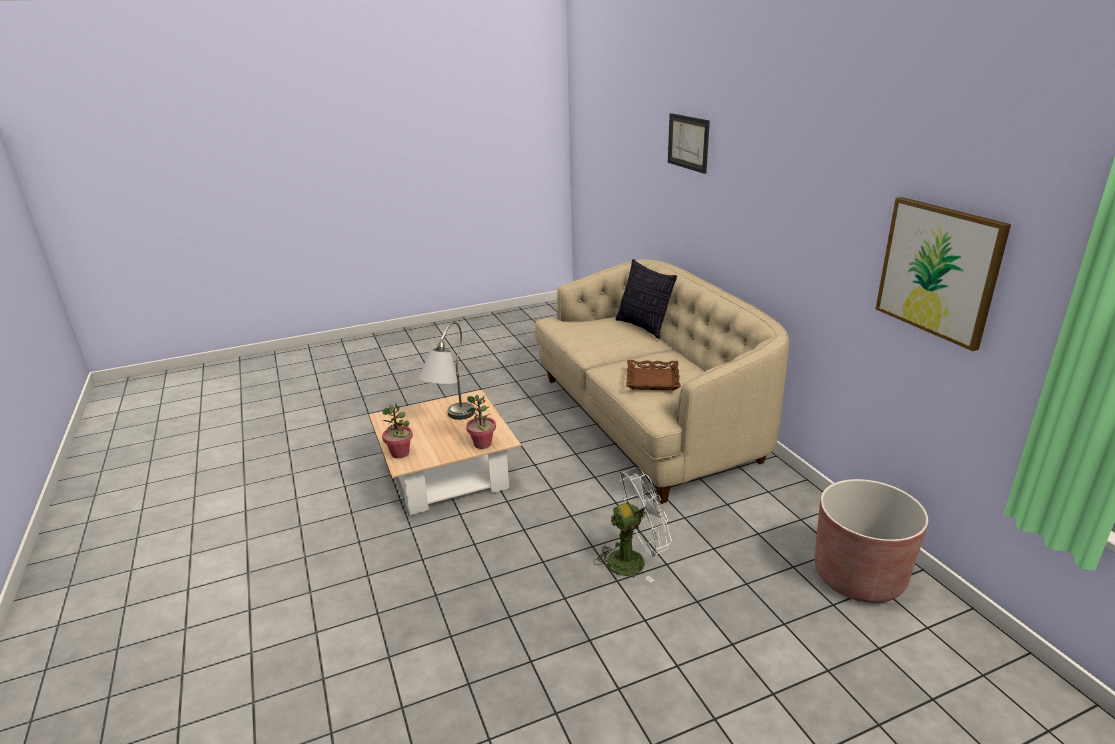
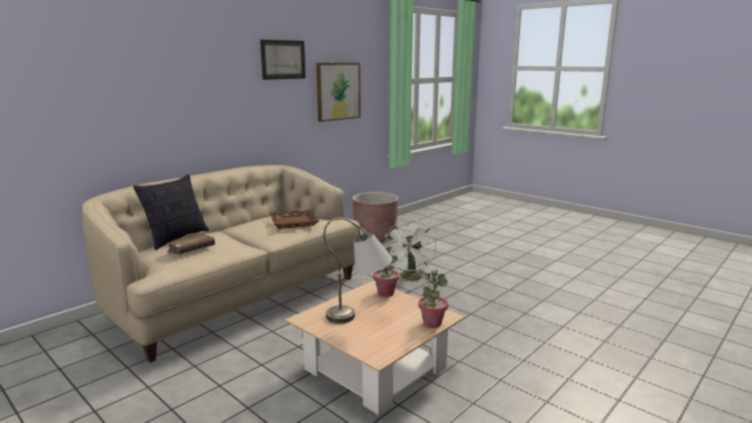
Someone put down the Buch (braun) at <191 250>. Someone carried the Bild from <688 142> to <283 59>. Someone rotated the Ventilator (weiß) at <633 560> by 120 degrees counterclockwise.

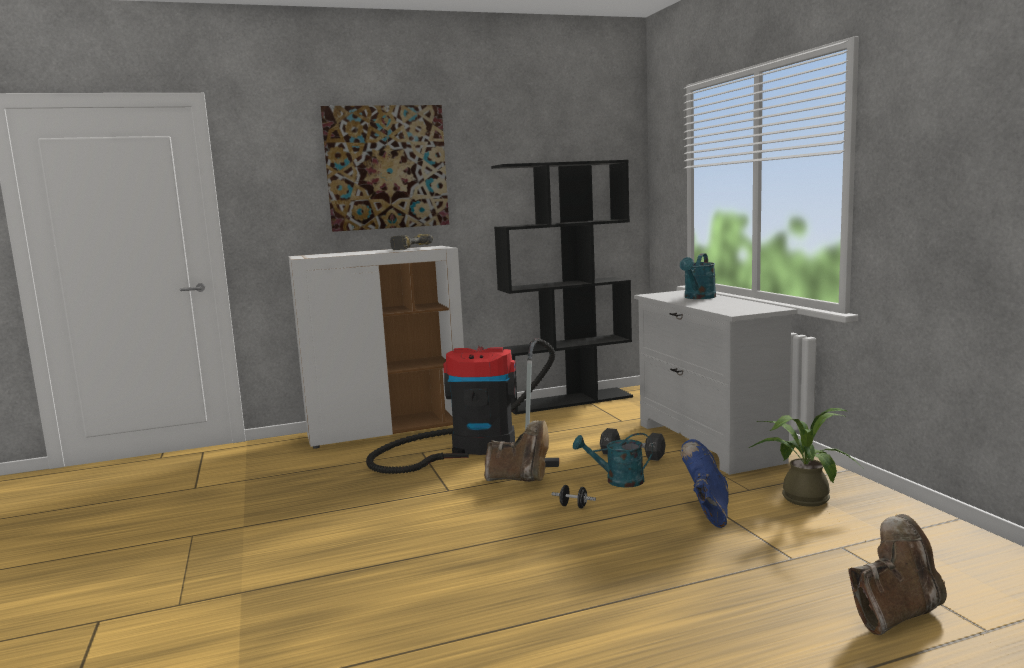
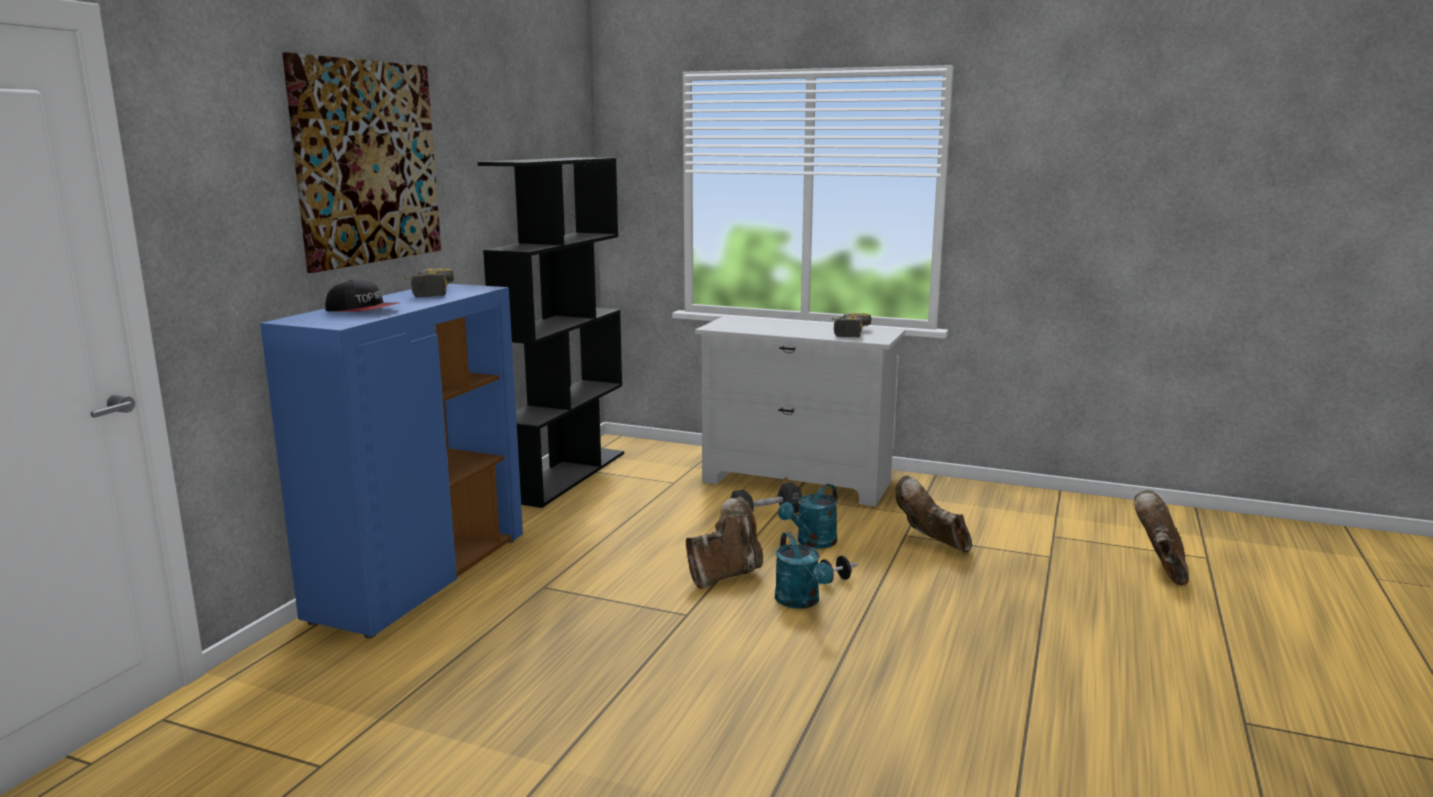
Someone repainted the Schrank (weiß) at <388 430>, which became the Schrank (blau) at <421 577>. Someone put down the Kappe at <363 310>. Someone carried the Gießkanne (türkis) from <698 298> to <801 602>. Someone put down the Bohrmaschine at <846 332>. Someone repainted the Stiefel (blau) at <708 511>, which became the Stiefel (braun) at <931 543>. Someone took away the Staubsauger at <475 448>. Someone took away the Topfpflanze at <801 496>.

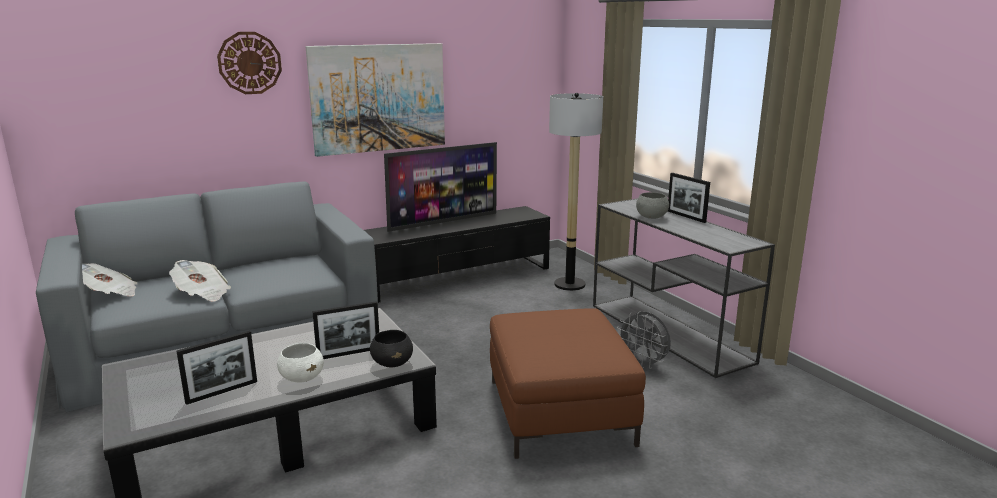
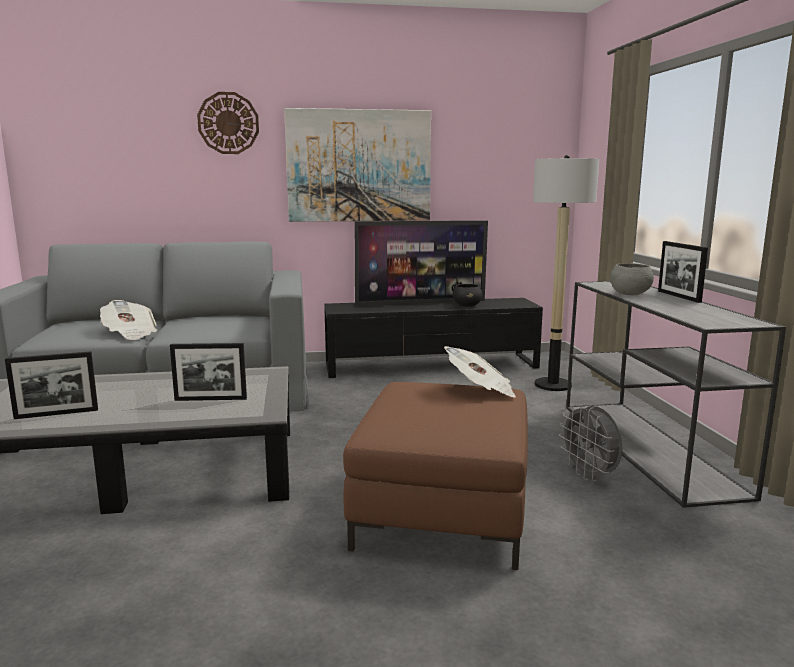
Someone carried the Zeitung from <110 293> to <480 390>. Someone carried the Schüssel (schwarz) from <392 363> to <467 306>. Someone took away the Schüssel (weiß) at <302 378>.

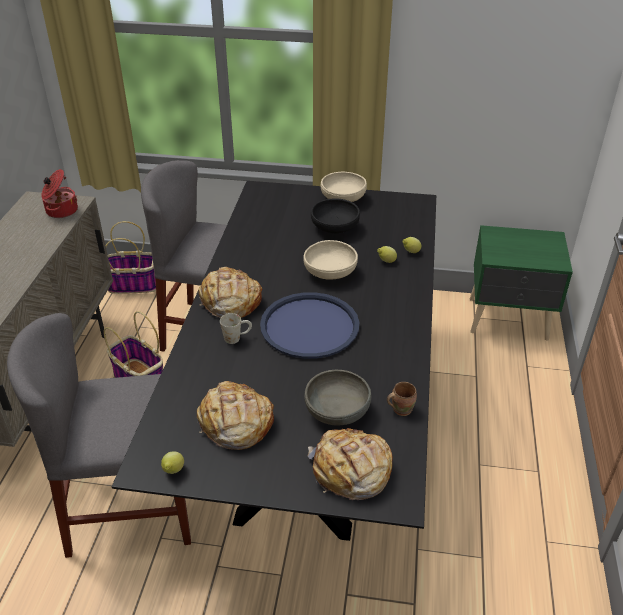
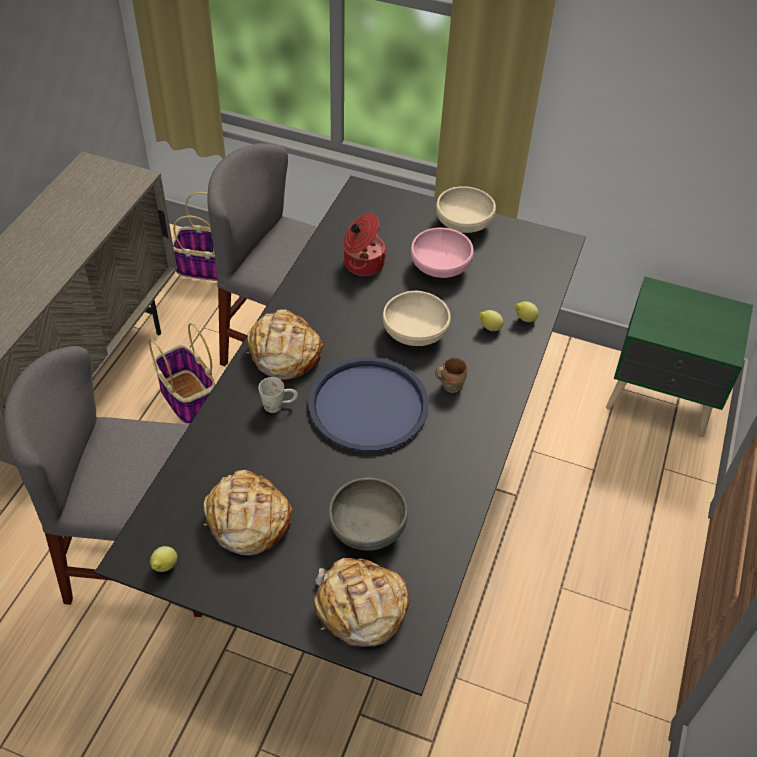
Someone carried the Kochtopf from <61 211> to <362 263>. Someone repainted the Schüssel (schwarz) at <335 228>, which became the Schüssel (rosa) at <440 266>. Someone carried the Henkelbecher (braun) from <400 408> to <450 384>.

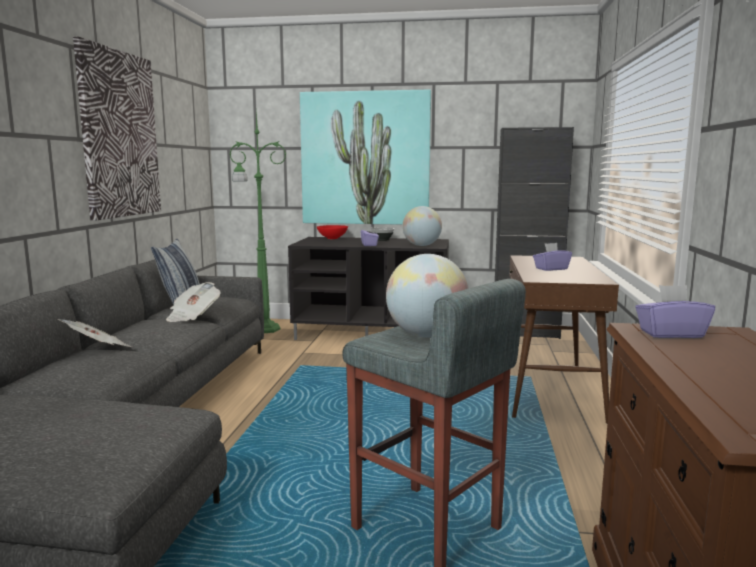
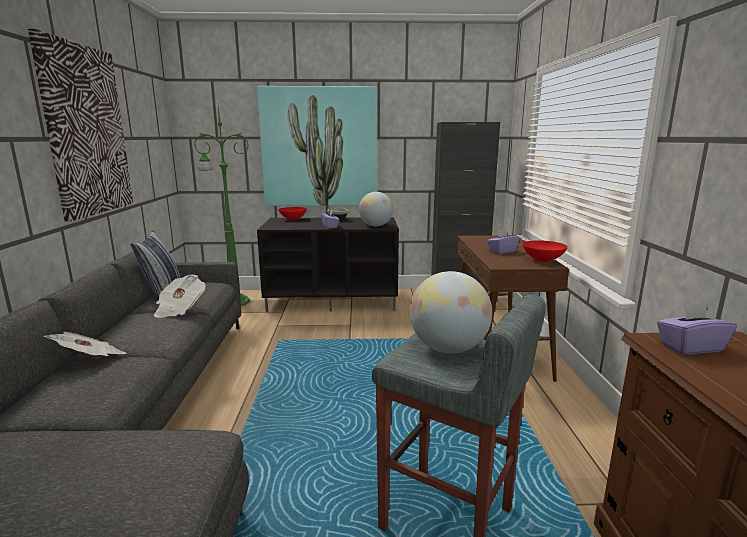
Someone put down the Schüssel (rot) at <543 260>.

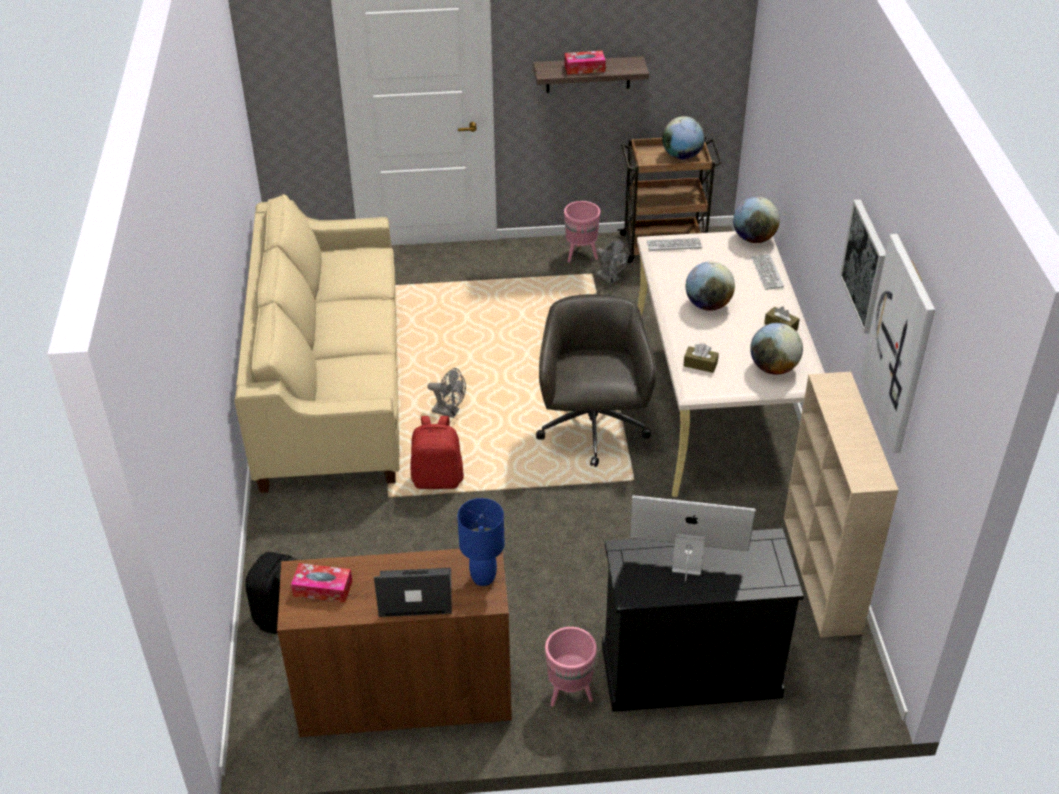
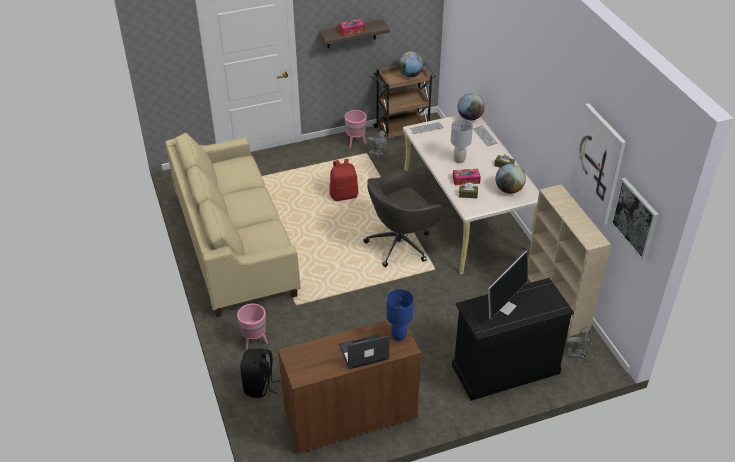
Someone carried the Pflanzkübel (rosa) from <569 693> to <254 342>. Someone carried the Rucksack (rot) from <438 478> to <344 195>. Someone rotated the Bürostuhl (grau) at <592 429> by 105 degrees counterclockwise. Someone swapped the Globus at <708 305> for the Tischlampe (grau) at <459 160>. Someone carried the Taschentuchbox from <322 588> to <466 180>. Someone rotated the Monitor at <685 562> by 135 degrees clockwise. Someone carried the Ventilator (grau) from <449 412> to <579 354>. Someone carried the Bild from <865 266> to <635 218>.

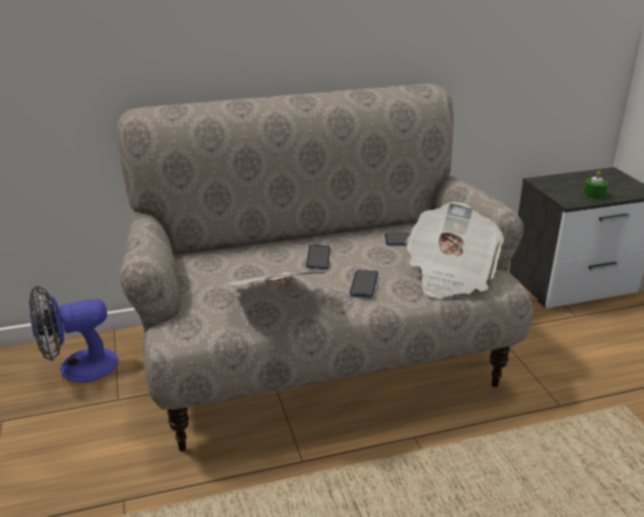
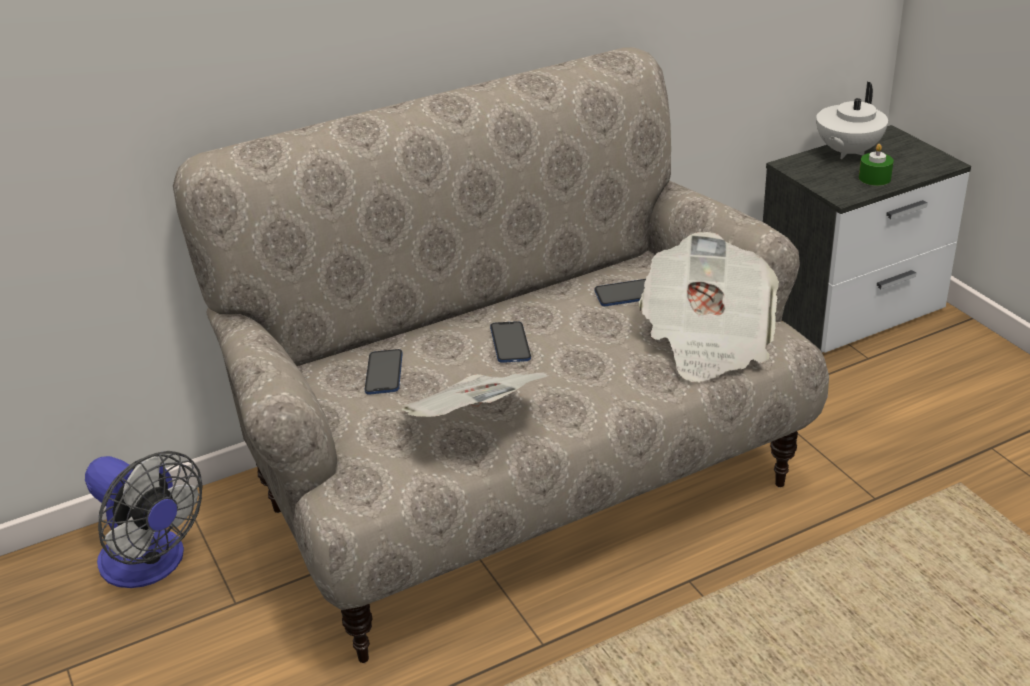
Someone rotated the Ventilator at <78 368> by 105 degrees counterclockwise. Someone carried the Handy from <364 285> to <384 373>. Someone put down the Teekanne (weiß) at <847 152>.

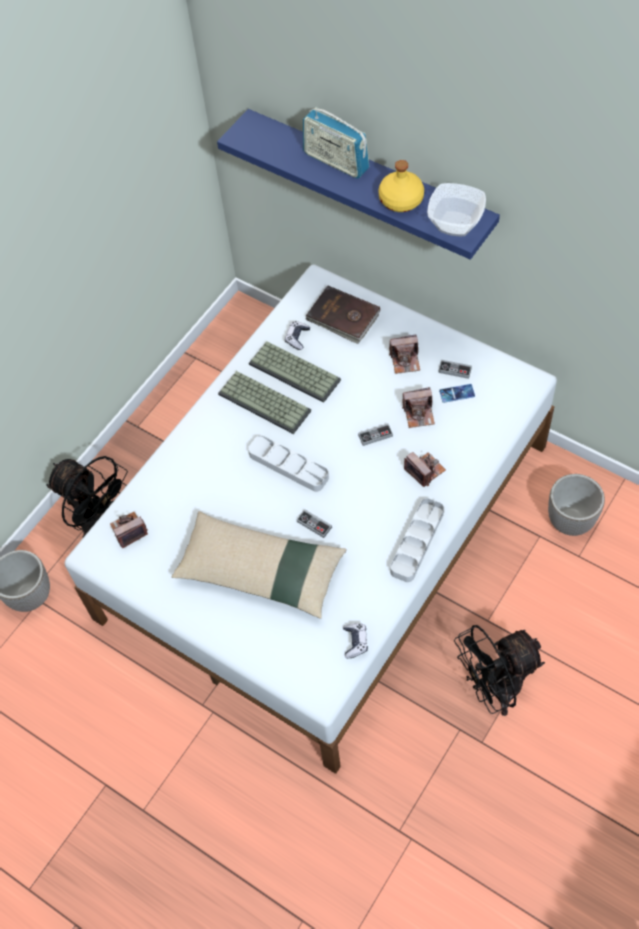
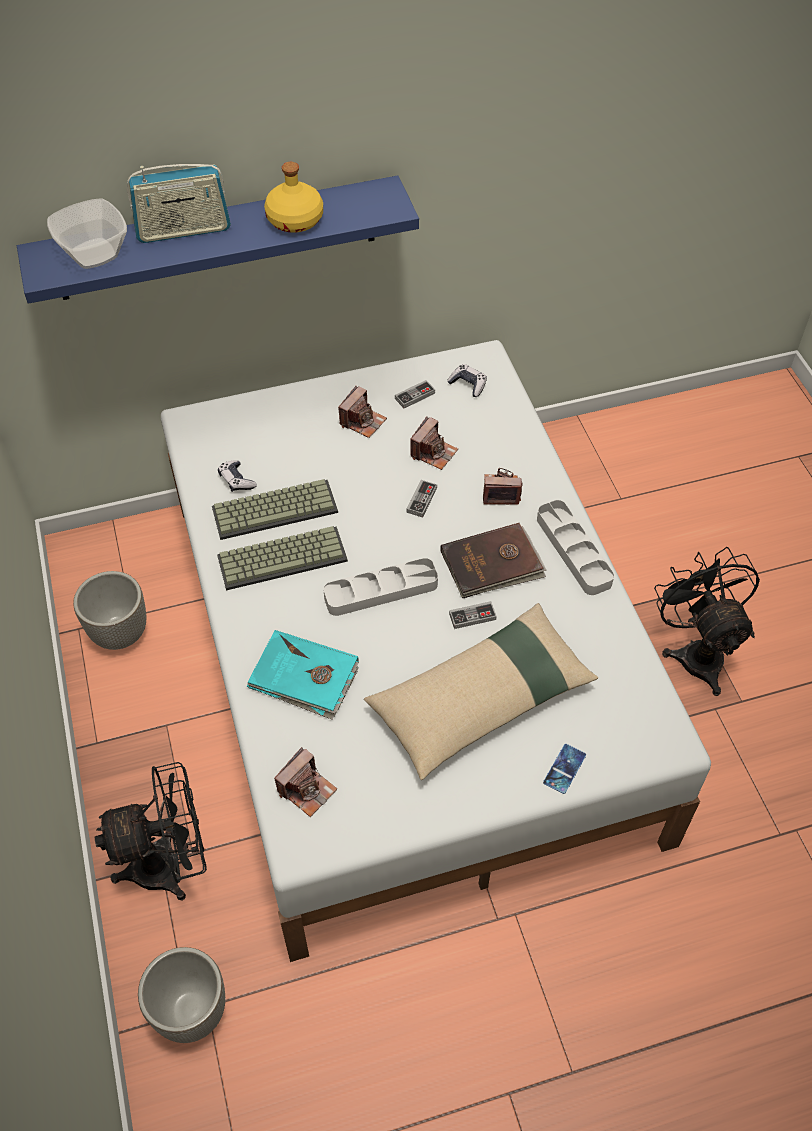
Someone carried the Schüssel from <456 224> to <95 253>. Someone carried the Pflanzkübel from <571 521> to <121 633>. Someone put down the Buch (türkis) at <304 677>. Someone rotated the Kamera at <129 530> by 150 degrees counterclockwise. Someone carried the Buch (braun) from <343 317> to <492 564>. Someone carried the Gamepad from <355 642> to <468 384>. Someone carried the Handy from <457 393> to <564 769>. Someone rotated the Ventilator (schwarz) at <494 688> by 150 degrees clockwise.

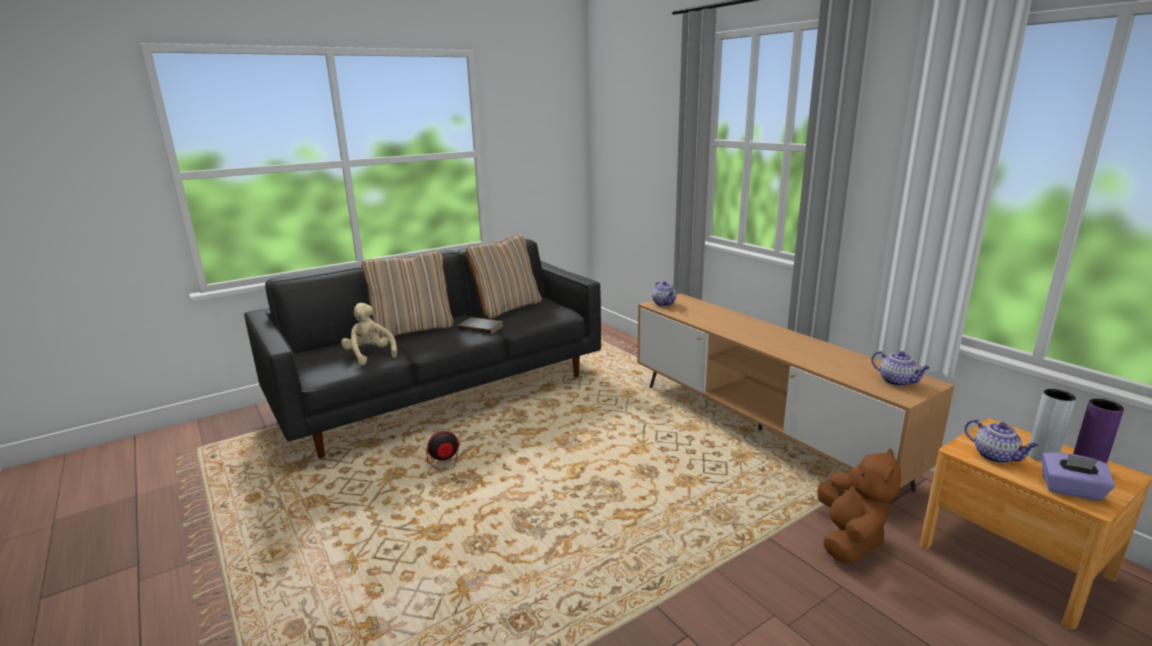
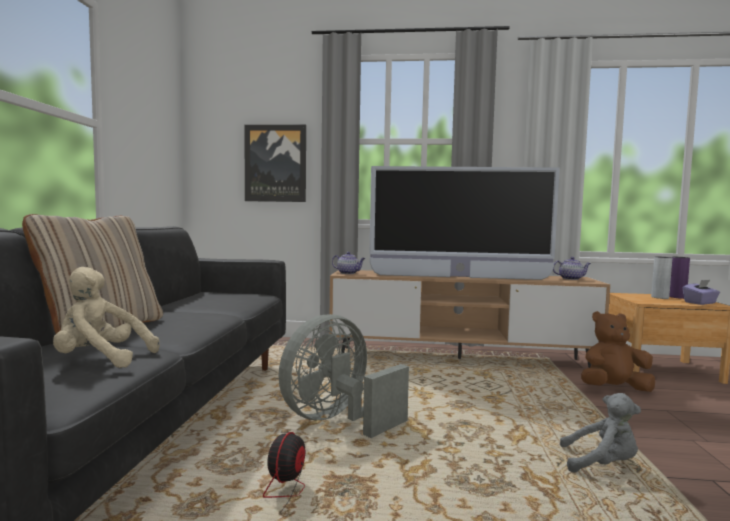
Someone put up the Bild at <275 163>. Someone put down the Ventilator (grau) at <337 420>. Someone put down the Fernseher at <459 277>. Someone put down the Plüschtier (grau) at <601 464>. Someone rotated the Plüschtier (braun) at <849 539> by 60 degrees counterclockwise. Someone took away the Buch (grau) at <481 327>. Someone took away the Kissen (beige) at <507 308>. Someone took away the Teekanne at <996 456>.

